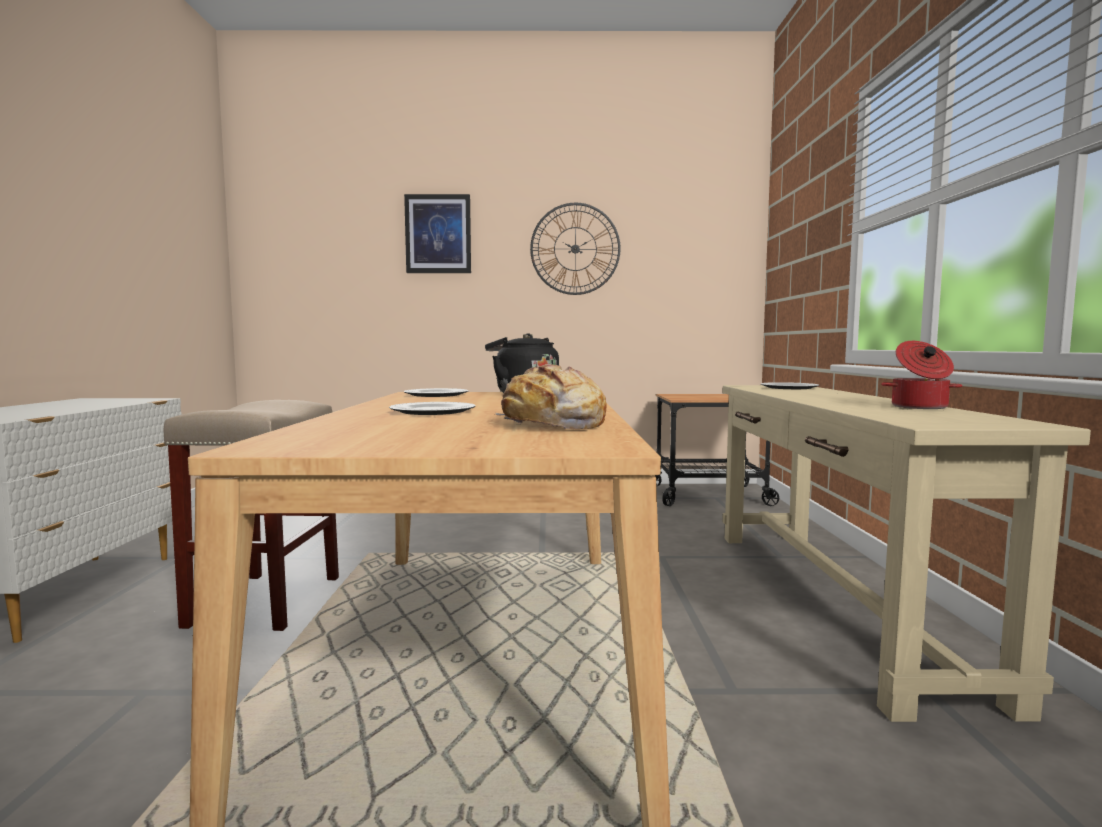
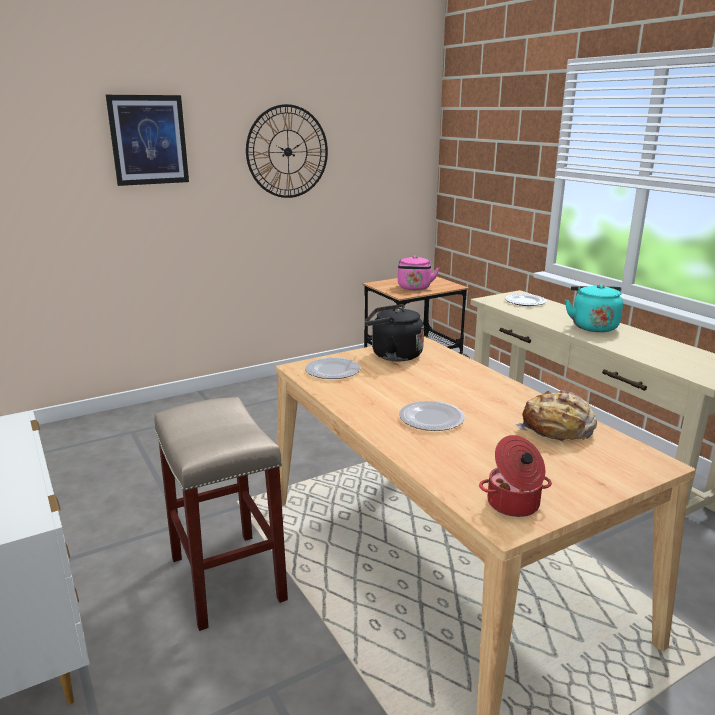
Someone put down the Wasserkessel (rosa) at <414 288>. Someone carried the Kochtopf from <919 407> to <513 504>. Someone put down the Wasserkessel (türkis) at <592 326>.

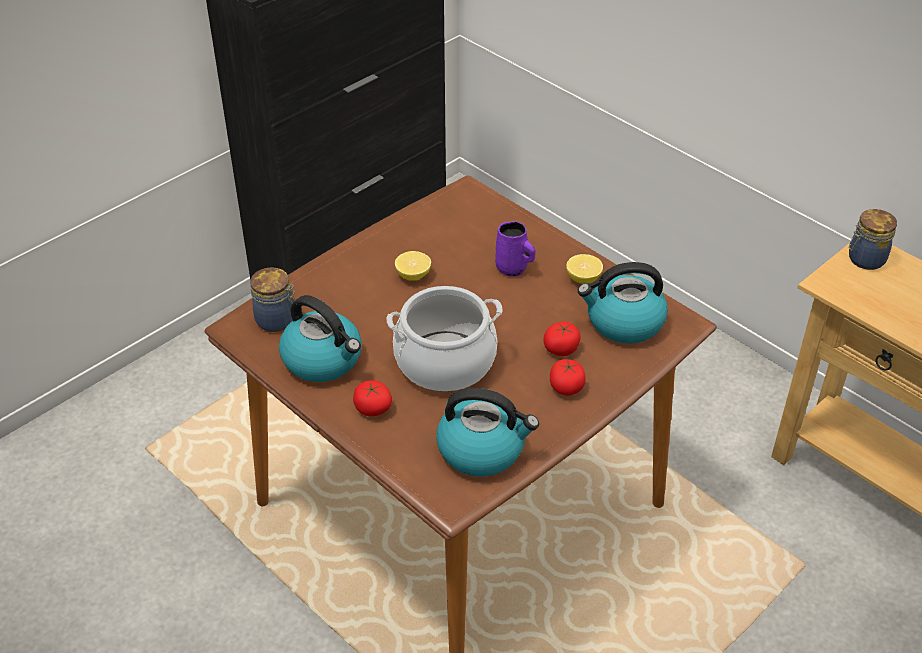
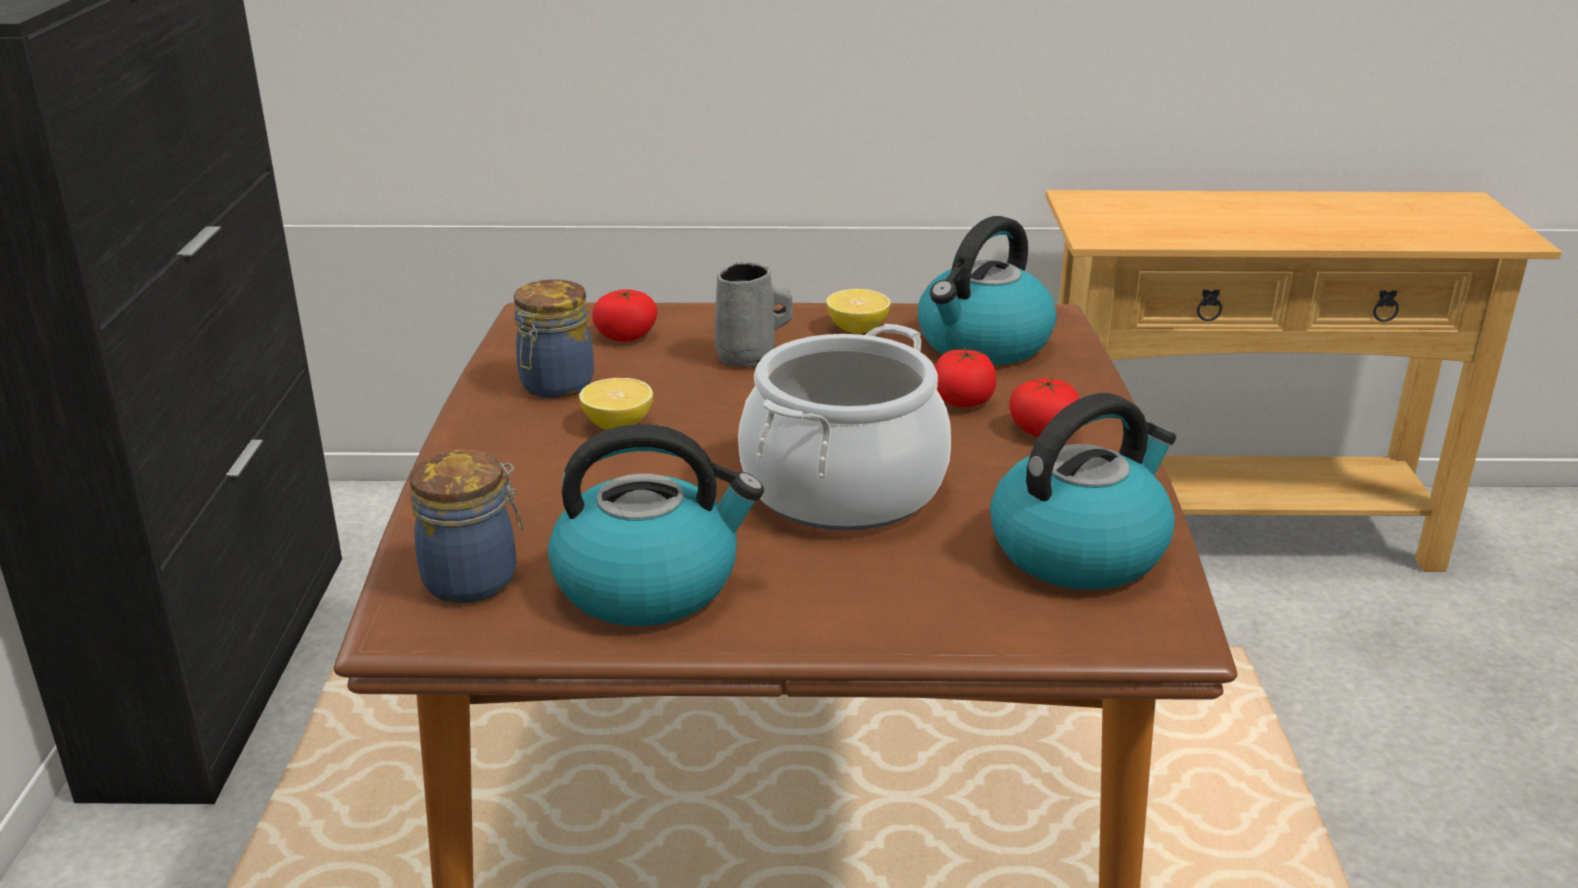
Someone carried the Vorratsglas from <864 259> to <554 386>. Someone carried the Tomate from <372 408> to <626 336>. Someone repainted the Henkelbecher (lila) at <513 268>, which became the Henkelbecher (grau) at <749 358>.

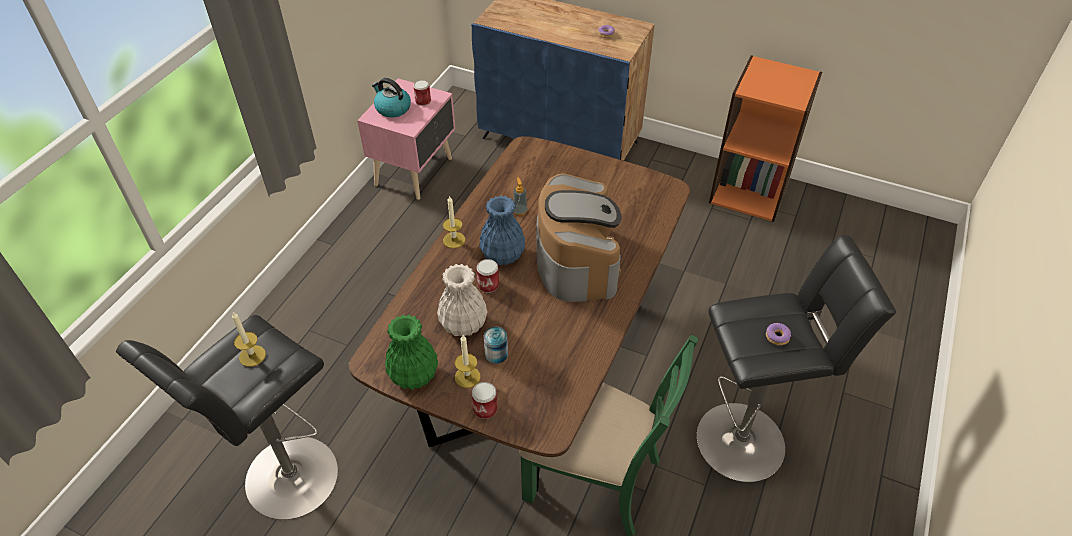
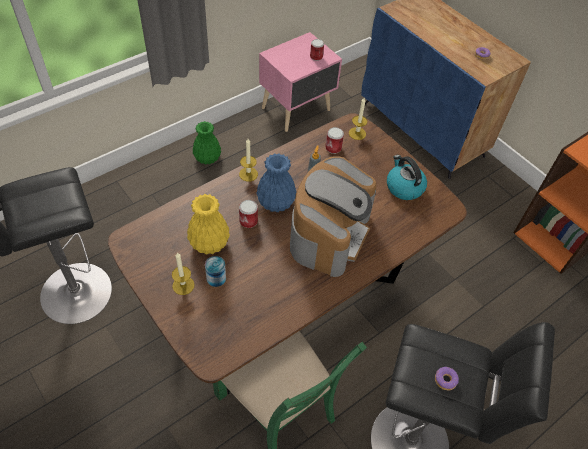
Someone repainted the Vase (weiß) at <463 323>, which became the Vase (gelb) at <209 242>. Someone carried the Vase (grün) from <413 374> to <207 157>. Someone carried the Dose from <485 409> to <333 148>. Someone carried the Kerze from <252 356> to <357 133>. Someone carried the Wasserkessel from <392 108> to <404 187>.

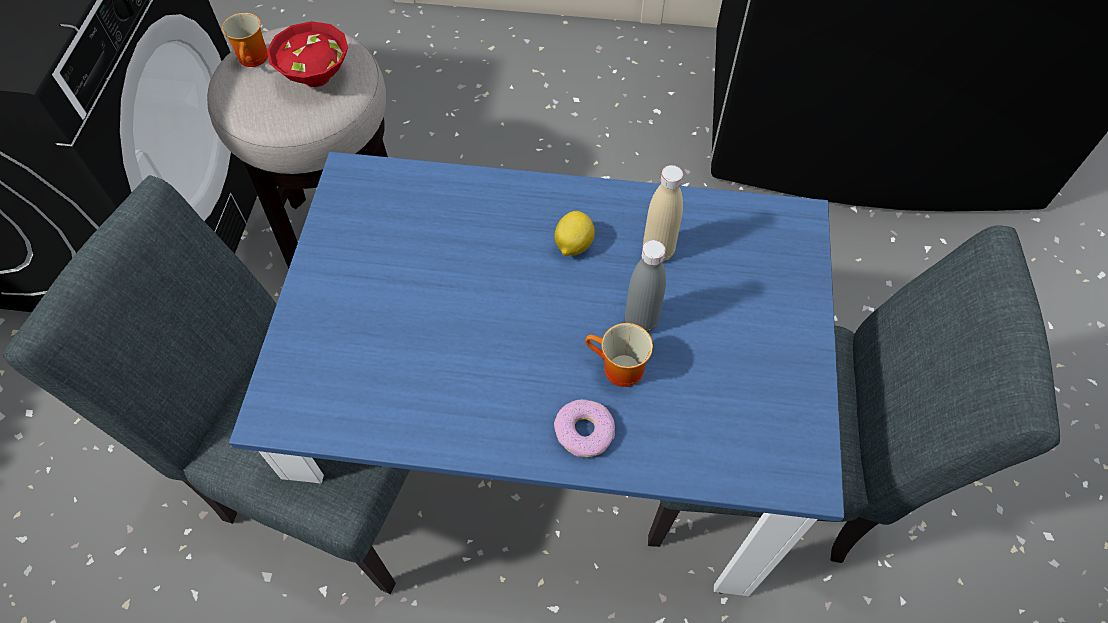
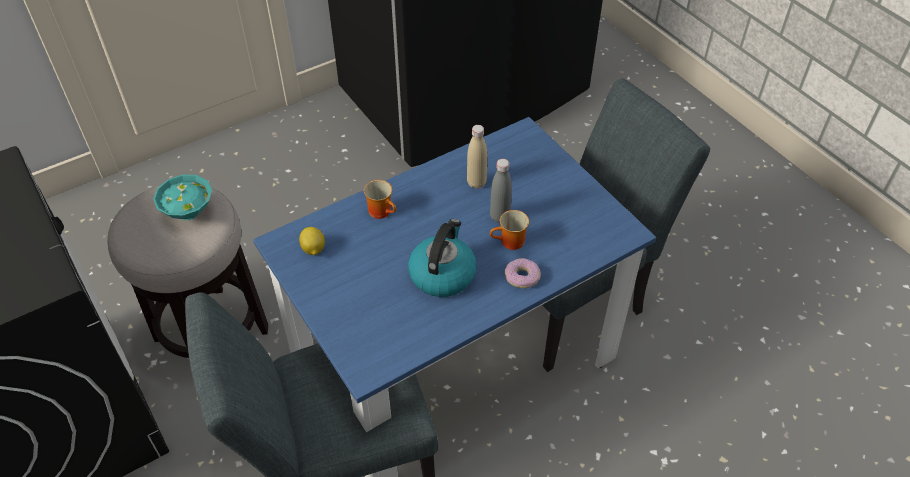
Someone repainted the Schüssel (rot) at <314 76>, which became the Schüssel (türkis) at <187 213>. Someone carried the Zitrone from <573 245> to <313 249>. Someone carried the Henkelbecher from <255 59> to <383 211>. Someone put down the Wasserkessel at <442 274>.

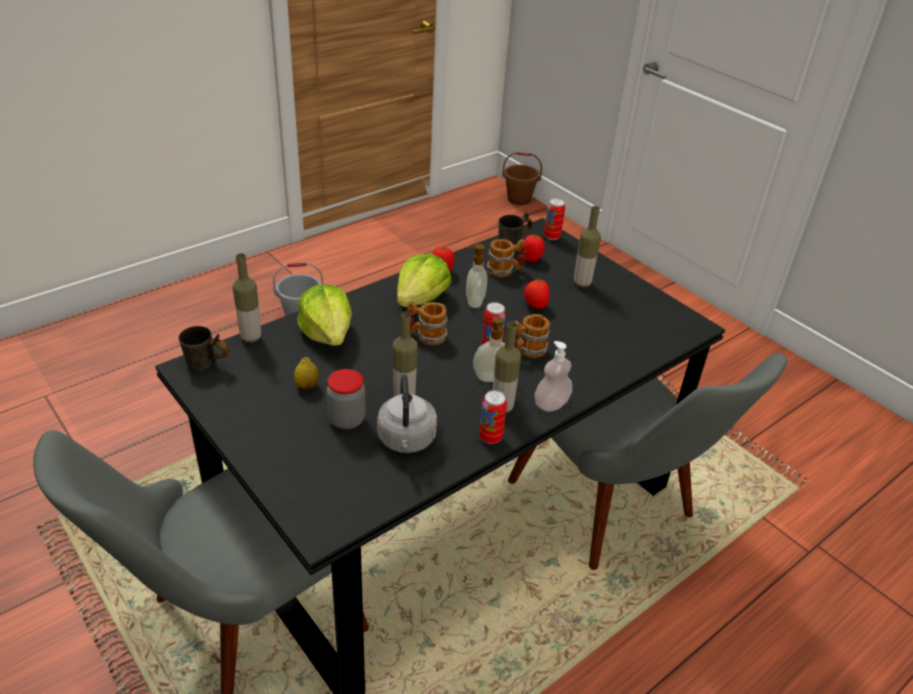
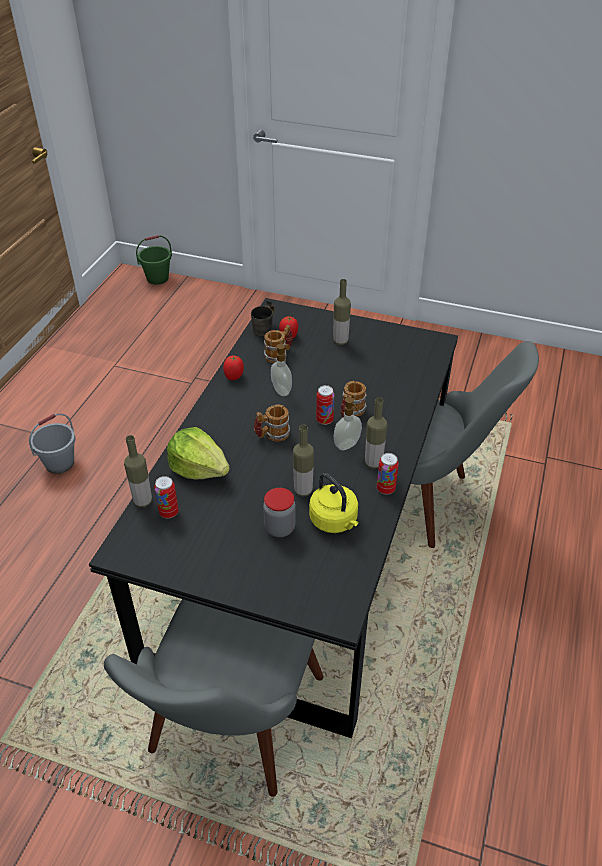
Someone repainted the Eimer (braun) at <519 199>, which became the Eimer (grün) at <157 278>. Someone carried the Dose from <552 236> to <169 512>. Someone repainted the Wasserkessel (grau) at <406 441>, which became the Wasserkessel (gelb) at <335 521>. Someone took away the Henkelbecher (grau) at <205 366>. Someone took away the Zitrone at <307 386>. Someone took away the Salatkopf at <421 299>. Someone took away the Tomate at <535 306>. Someone took away the Seifenspender at <551 404>.

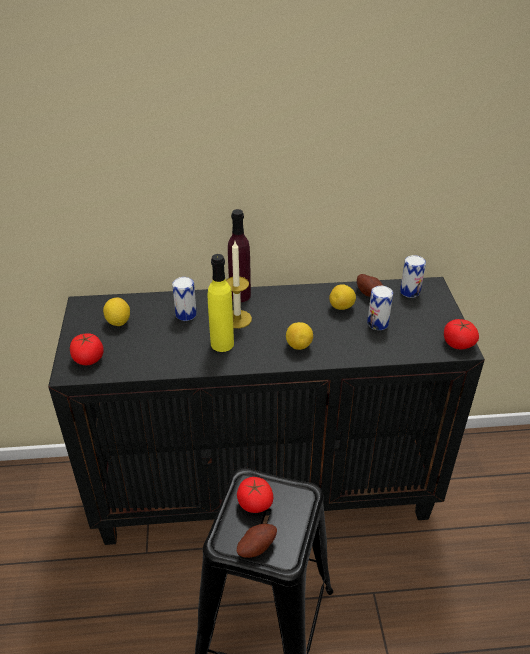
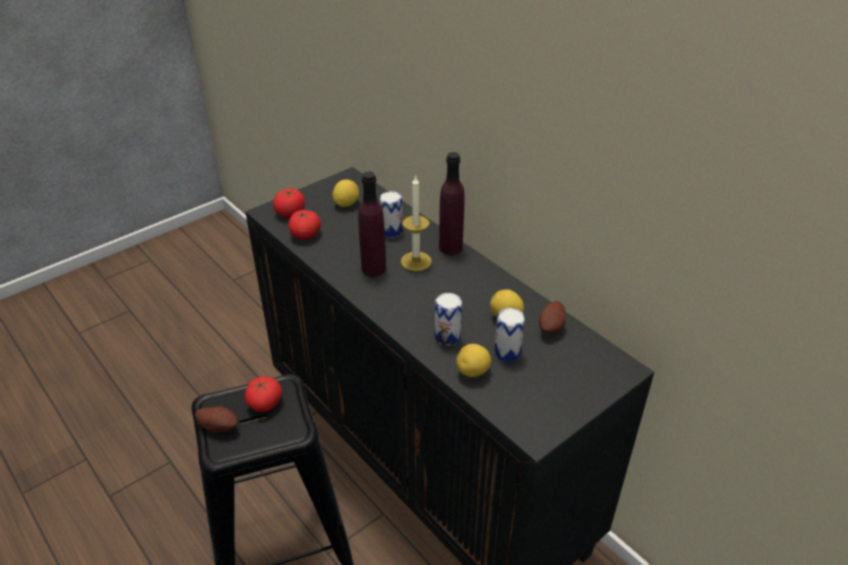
Someone carried the Tomate from <458 343> to <305 234>. Someone repainted the Flasche (gelb) at <222 344>, which became the Flasche (lila) at <373 268>. Someone carried the Dose from <410 292> to <447 337>. Someone carried the Zitrone from <298 346> to <473 372>.

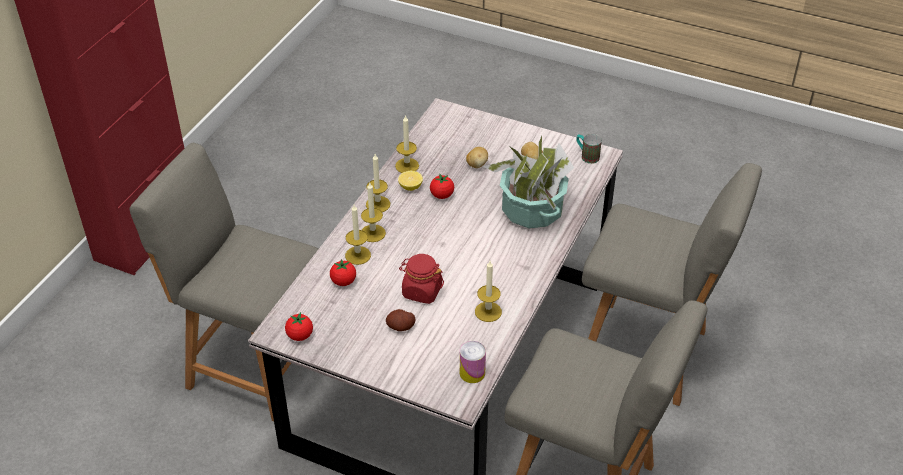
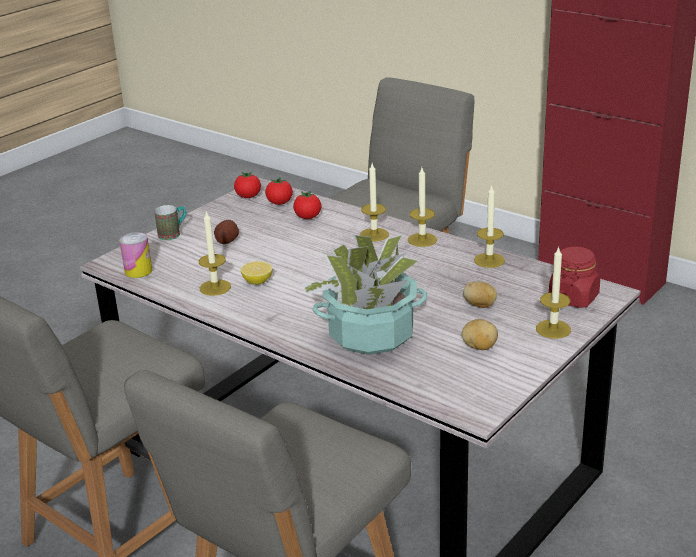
Someone carried the Henkelbecher from <586 156> to <173 234>. Someone carried the Zitrone from <410 187> to <257 281>. Someone carried the Tomate from <442 195> to <279 203>. Someone carried the Kerze from <358 255> to <553 329>. Someone carried the Vorratsglas (rot) from <421 291> to <573 298>.

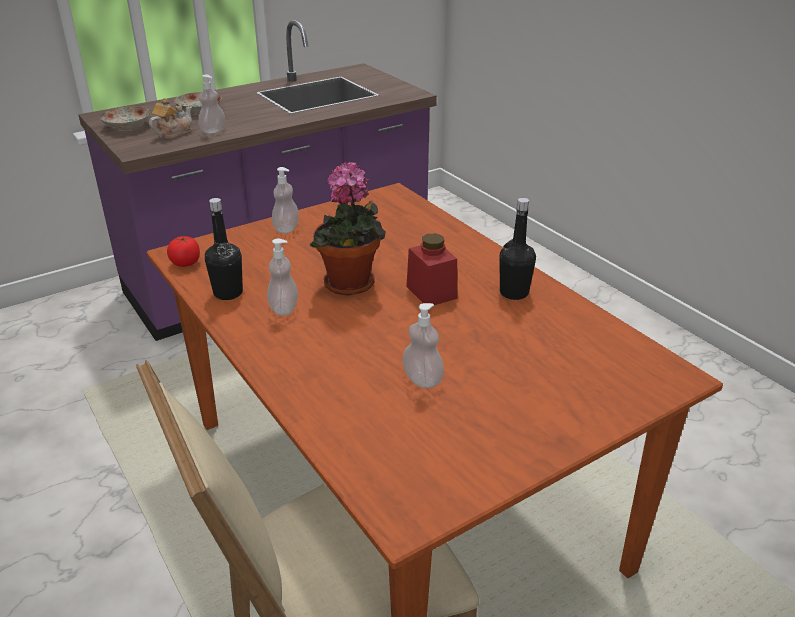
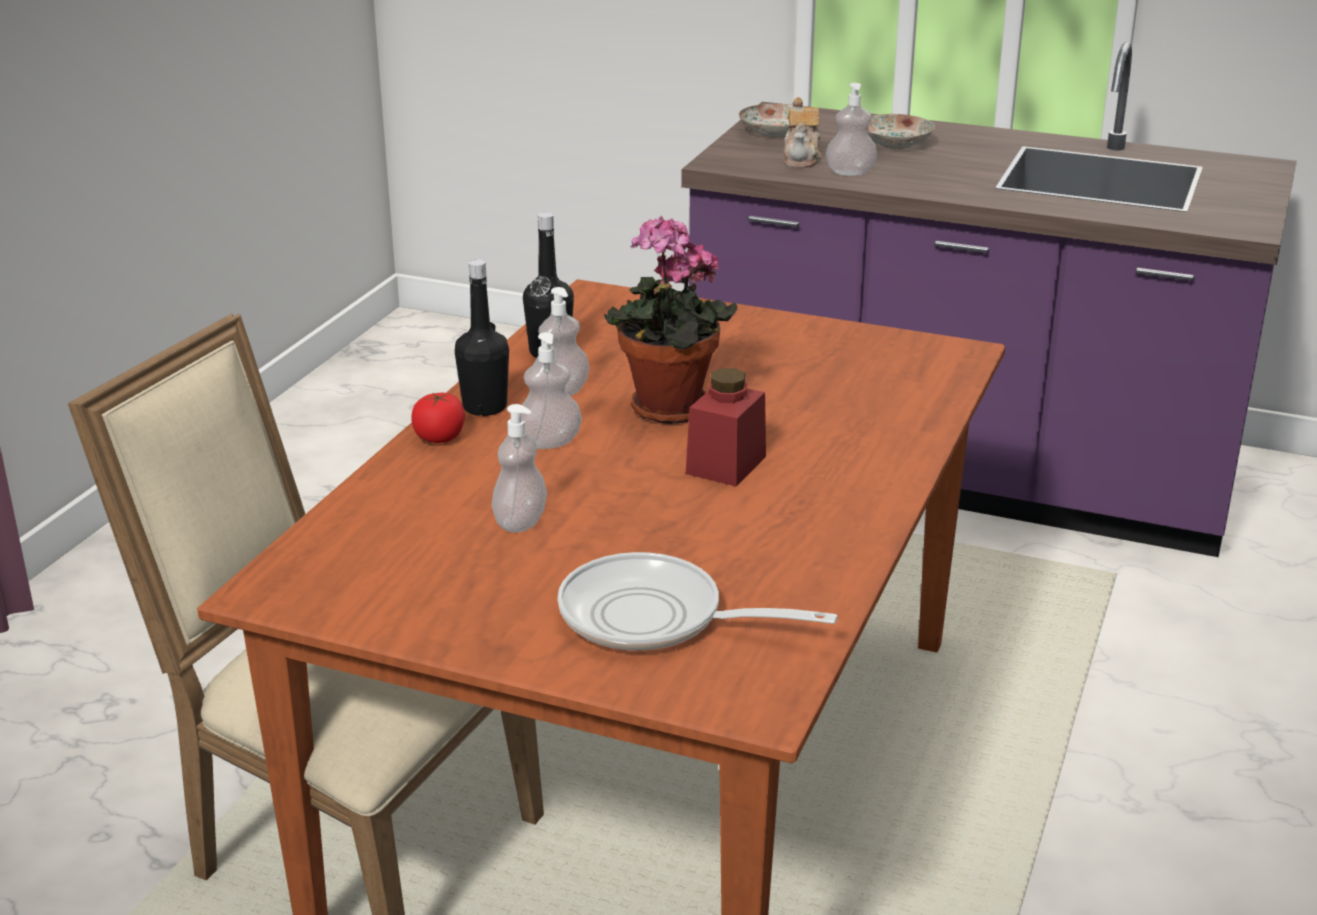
Someone carried the Tomate from <185 263> to <439 437>. Someone carried the Flasche (schwarz) from <514 293> to <484 407>. Someone carried the Seifenspender from <286 228> to <549 443>. Someone put down the Pfanne at <654 618>. Someone rotated the Teekanne at <173 133> by 90 degrees clockwise.

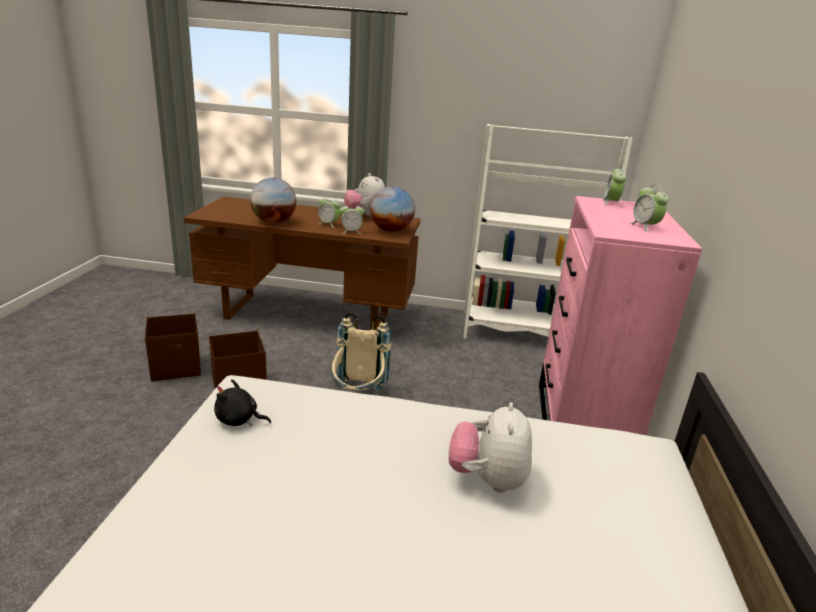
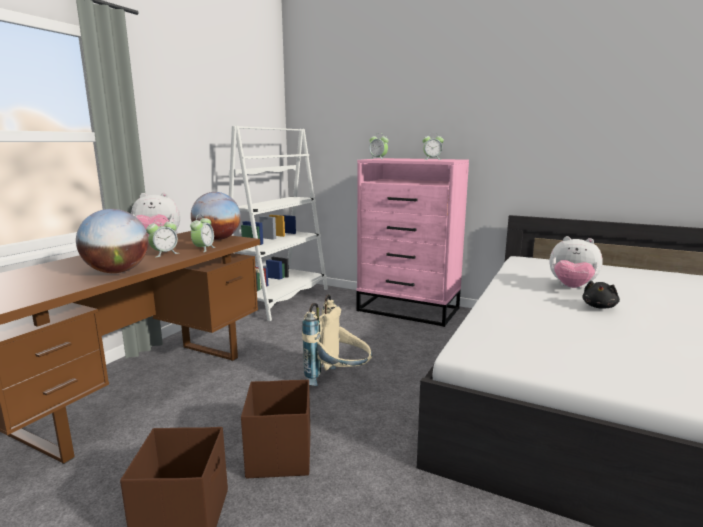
Someone carried the Plüschtier (schwarz) from <239 420> to <599 307>.

